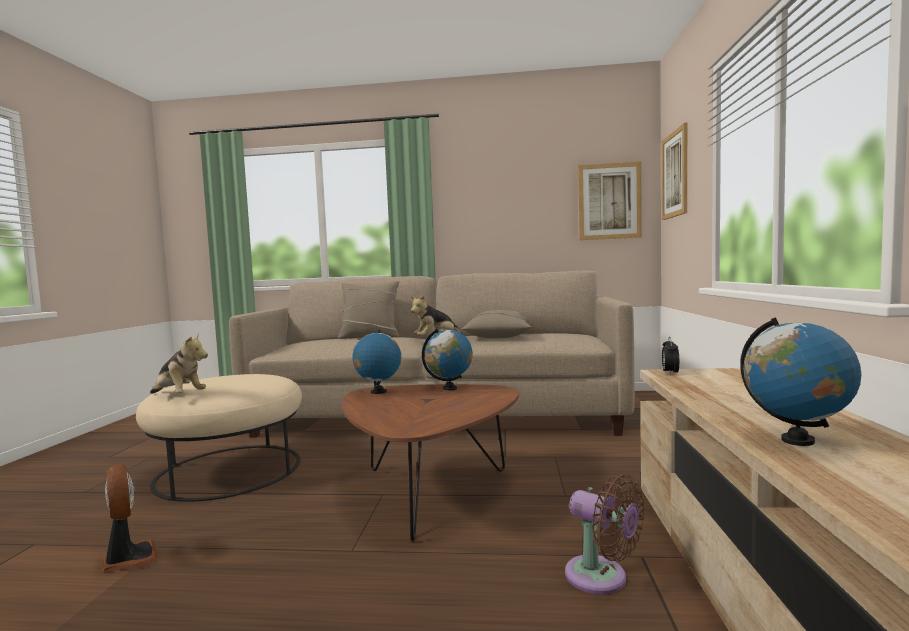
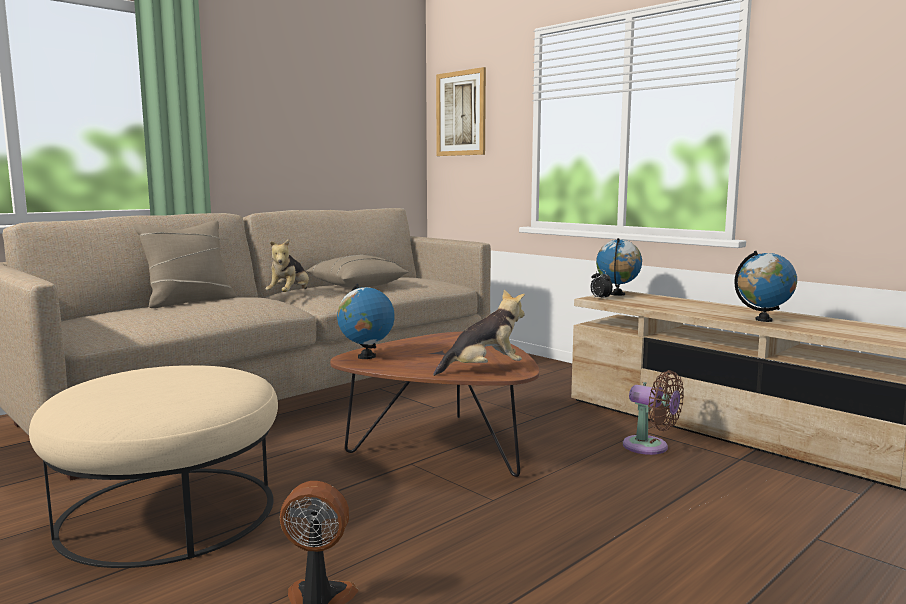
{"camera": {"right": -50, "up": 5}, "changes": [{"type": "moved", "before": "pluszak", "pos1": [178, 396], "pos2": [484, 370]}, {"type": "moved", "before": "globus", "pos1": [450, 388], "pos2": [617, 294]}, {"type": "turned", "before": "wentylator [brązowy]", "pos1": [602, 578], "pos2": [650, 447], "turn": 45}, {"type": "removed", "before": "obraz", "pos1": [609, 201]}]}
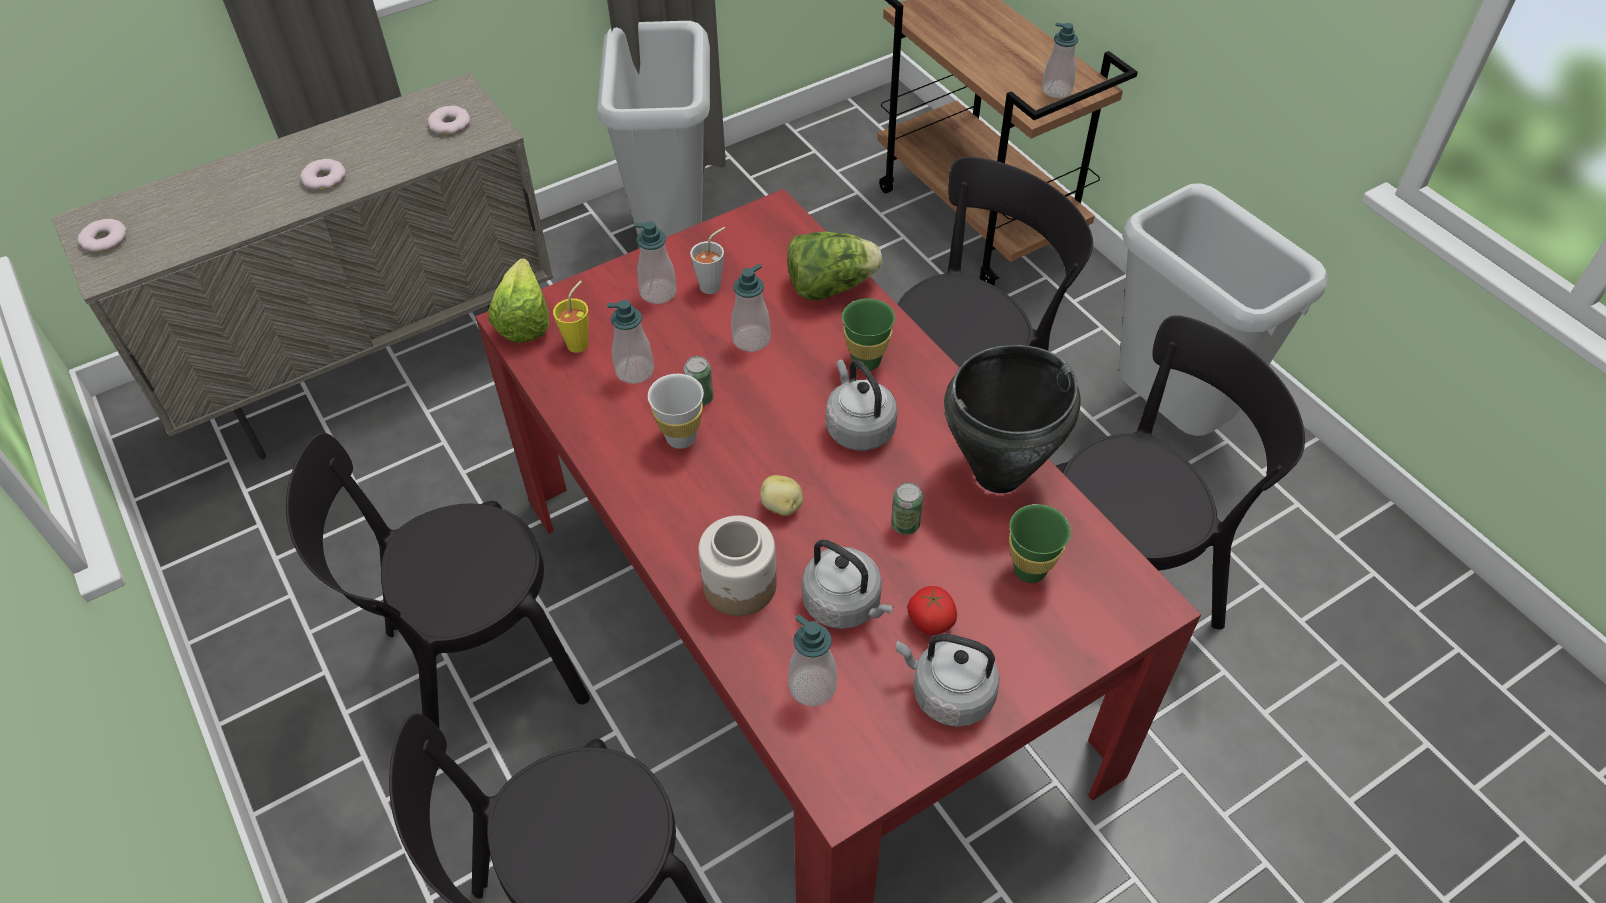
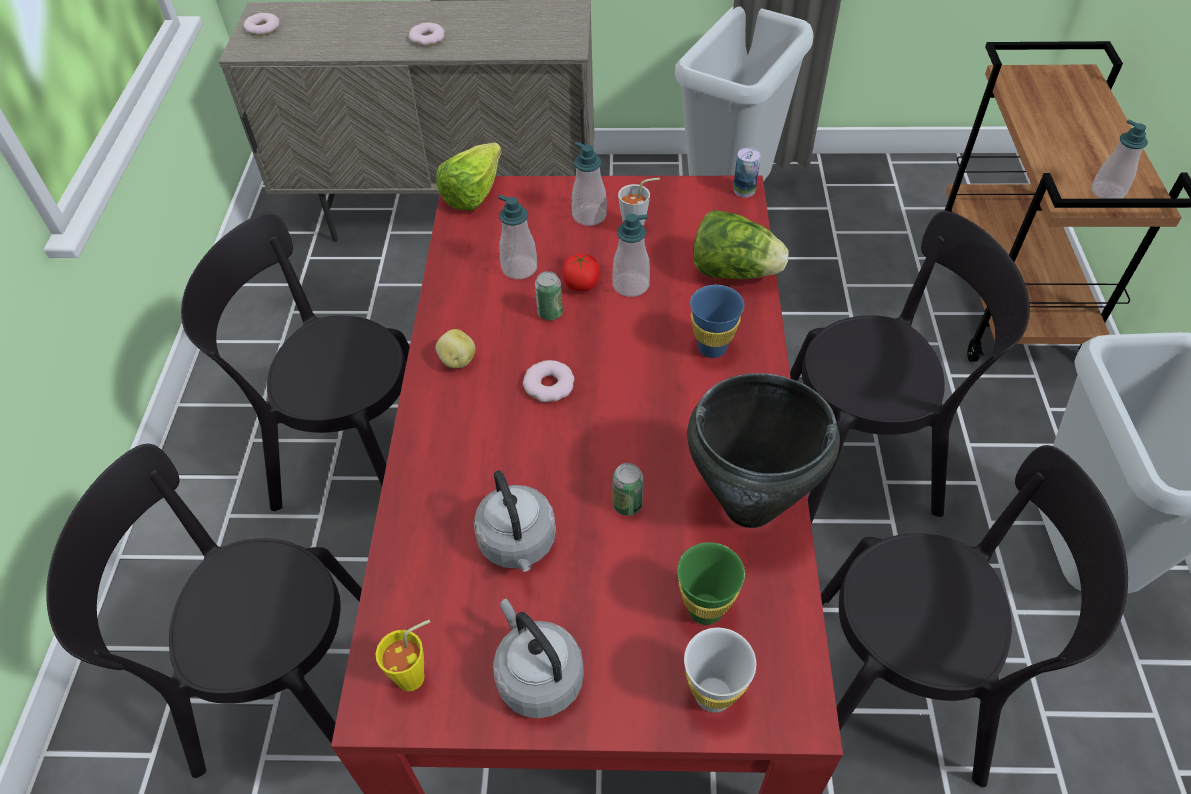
{"camera": {"right": 35, "up": 0}, "changes": [{"type": "moved", "before": "donut", "pos1": [450, 124], "pos2": [549, 385]}, {"type": "moved", "before": "filiżanka [żółty]", "pos1": [581, 341], "pos2": [417, 674]}, {"type": "moved", "before": "filiżanka [biały]", "pos1": [681, 438], "pos2": [713, 695]}, {"type": "removed", "before": "słoik", "pos1": [740, 586]}, {"type": "moved", "before": "ziemniak", "pos1": [781, 507], "pos2": [457, 360]}, {"type": "removed", "before": "dozownik mydła", "pos1": [812, 686]}, {"type": "removed", "before": "czajnik [szary]", "pos1": [858, 427]}, {"type": "recoloured", "before": "filiżanka [zielony]", "after": "filiżanka [niebieski]", "pos1": [866, 361], "pos2": [712, 348]}, {"type": "moved", "before": "pomidor", "pos1": [931, 621], "pos2": [581, 284]}, {"type": "added", "after": "puszka", "pos2": [744, 190]}]}
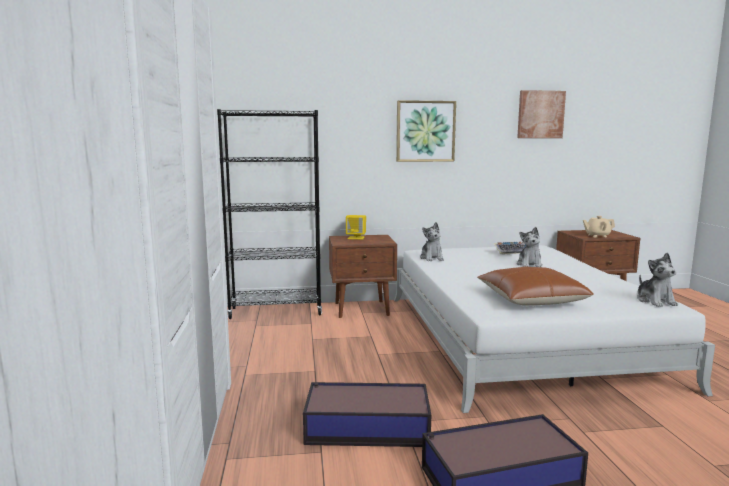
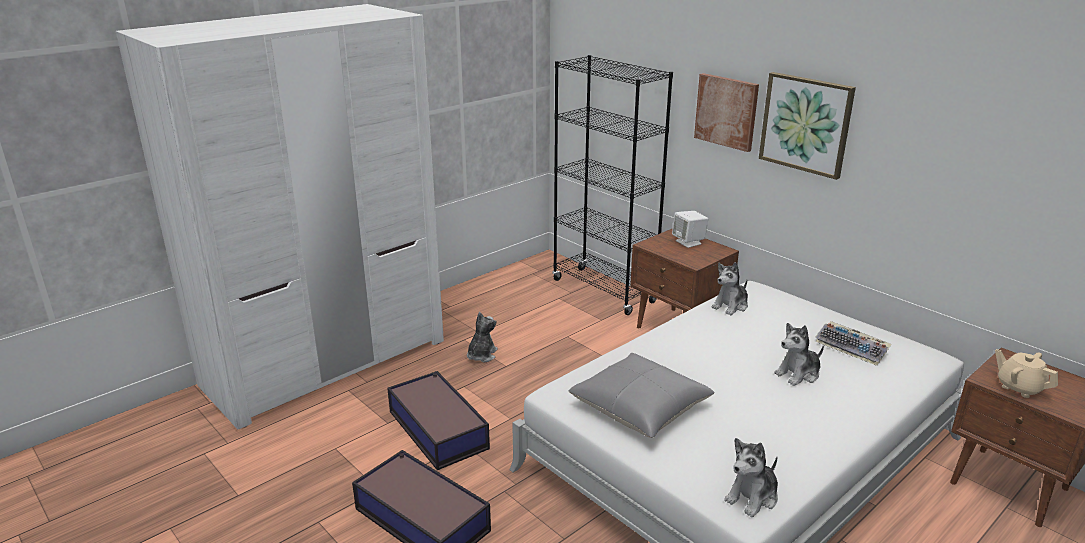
{"camera": {"right": 55, "up": 15}, "changes": [{"type": "recoloured", "before": "głośnik [żółty]", "after": "głośnik [biały]", "pos1": [356, 238], "pos2": [689, 242]}, {"type": "recoloured", "before": "poduszka [brązowy]", "after": "poduszka [szary]", "pos1": [531, 299], "pos2": [640, 407]}, {"type": "moved", "before": "obraz", "pos1": [540, 114], "pos2": [726, 111]}, {"type": "added", "after": "pluszak", "pos2": [481, 355]}]}
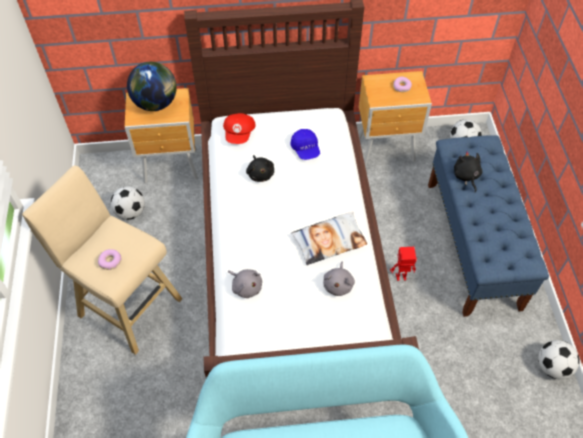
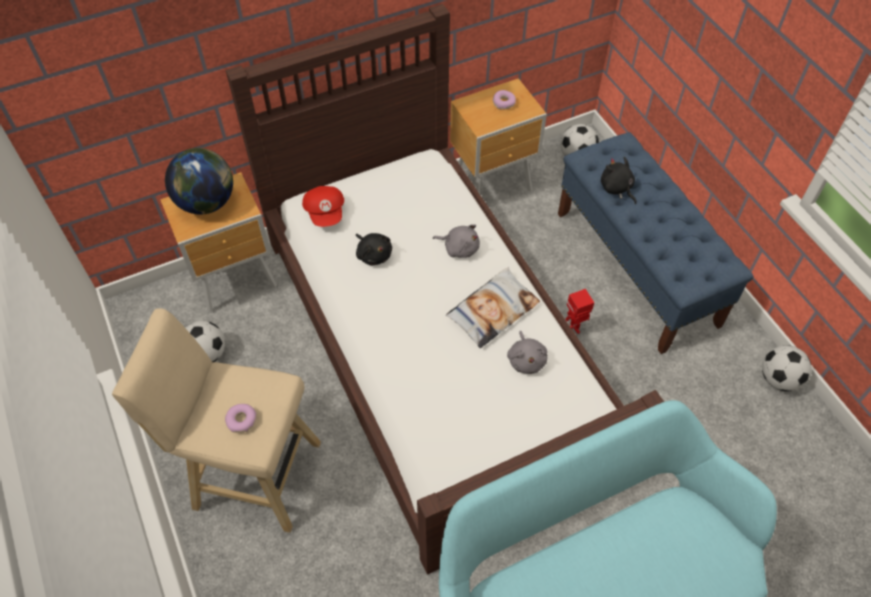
{"camera": {"right": -20, "up": 0}, "changes": [{"type": "moved", "before": "pluszak [szary]", "pos1": [246, 286], "pos2": [459, 248]}, {"type": "removed", "before": "czapka z daszkiem [niebieski]", "pos1": [305, 149]}]}
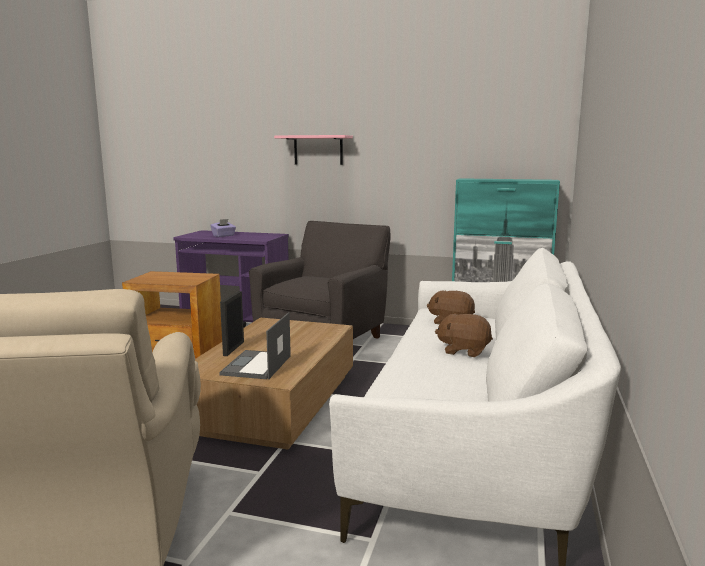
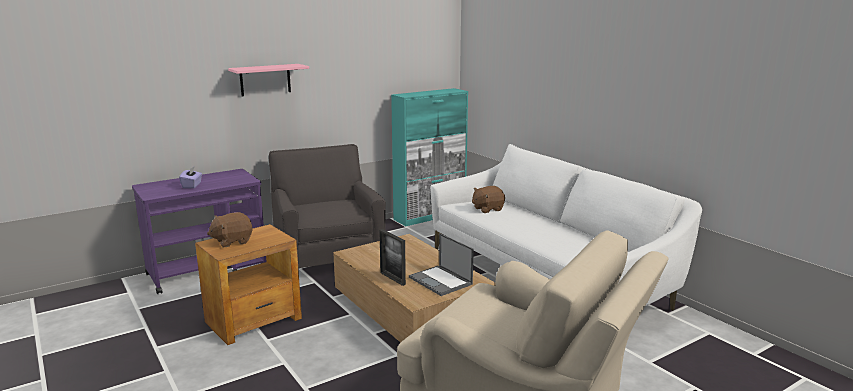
{"camera": {"right": -50, "up": 5}, "changes": [{"type": "moved", "before": "pluszak [brązowy]", "pos1": [464, 350], "pos2": [232, 241]}]}
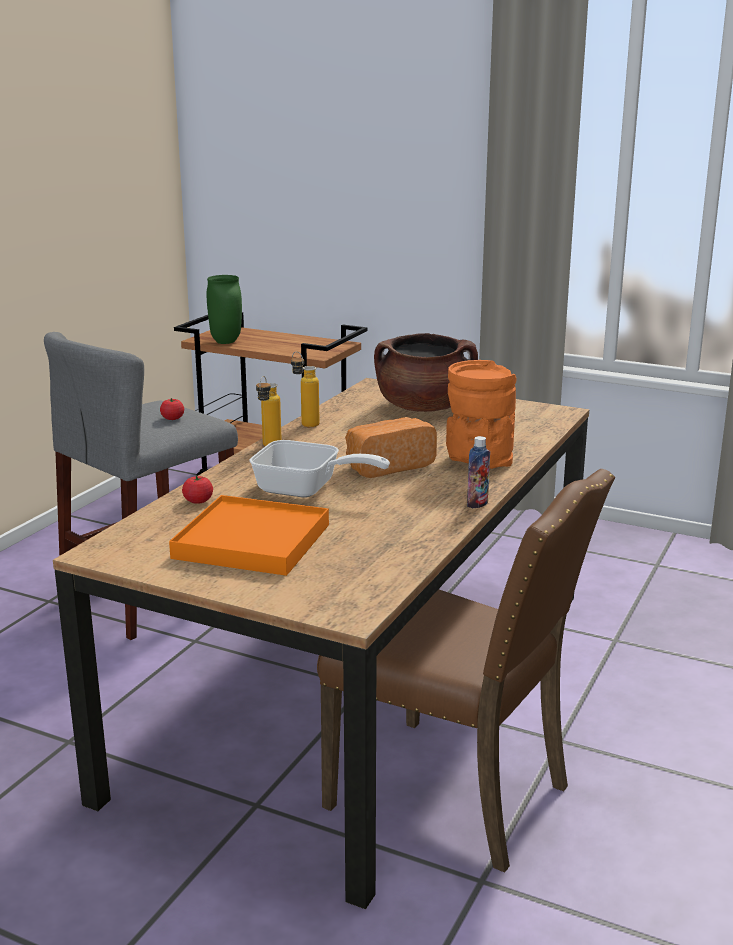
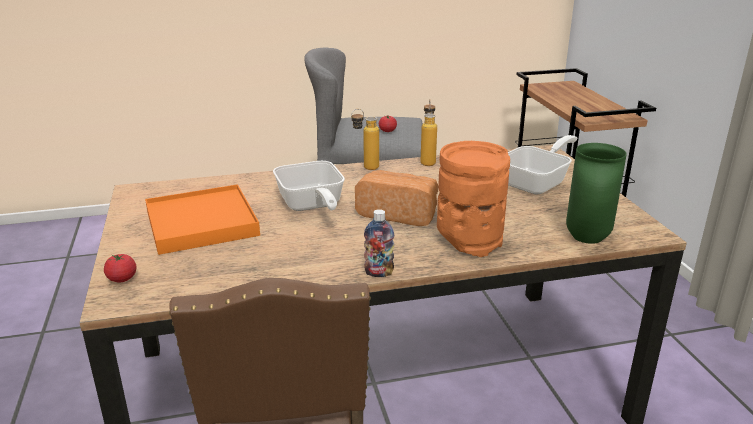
{"camera": {"right": 50, "up": 5}, "changes": [{"type": "moved", "before": "pomidor", "pos1": [198, 501], "pos2": [122, 279]}, {"type": "moved", "before": "wazon [zielony]", "pos1": [227, 342], "pos2": [588, 239]}, {"type": "replaced", "before": "garnek [brązowy]", "after": "patelnia", "pos1": [424, 408], "pos2": [537, 182]}]}
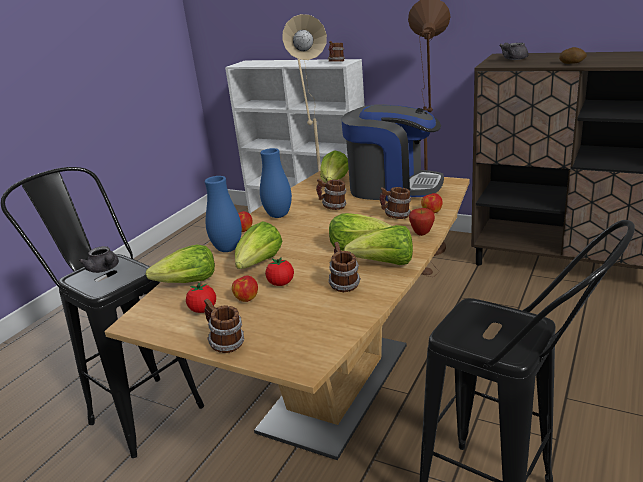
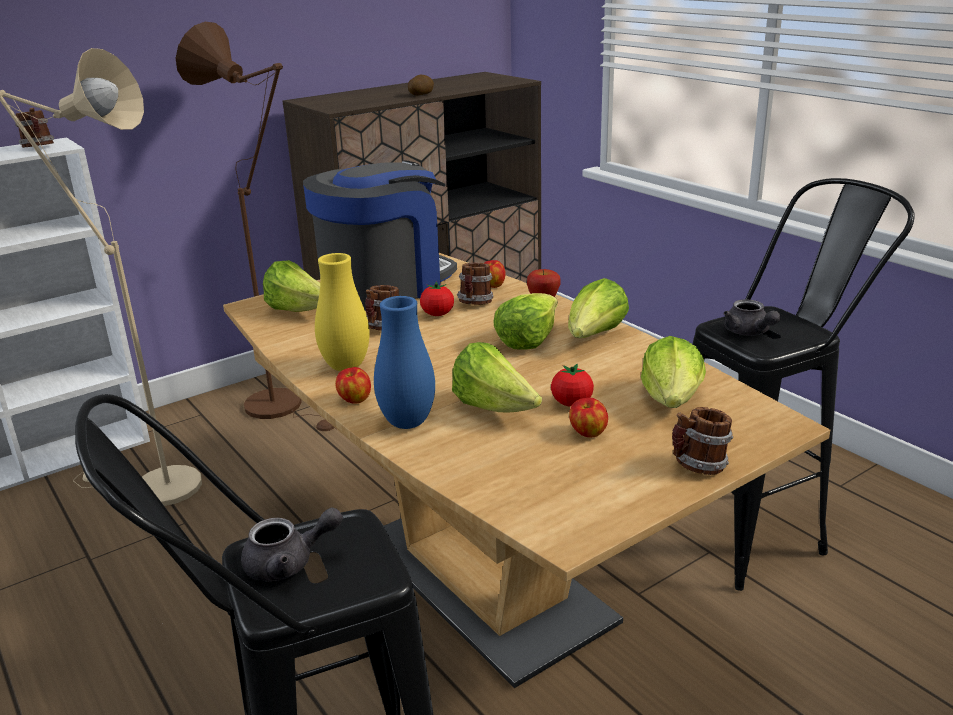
{"camera": {"right": -65, "up": 0}, "changes": [{"type": "moved", "before": "sałata", "pos1": [188, 283], "pos2": [672, 399]}, {"type": "moved", "before": "pomidor", "pos1": [203, 310], "pos2": [437, 314]}, {"type": "recoloured", "before": "wazon [niebieski]", "after": "wazon [żółty]", "pos1": [278, 215], "pos2": [346, 367]}, {"type": "removed", "before": "kubek", "pos1": [343, 284]}, {"type": "moved", "before": "imbryk [szary]", "pos1": [513, 59], "pos2": [749, 332]}]}
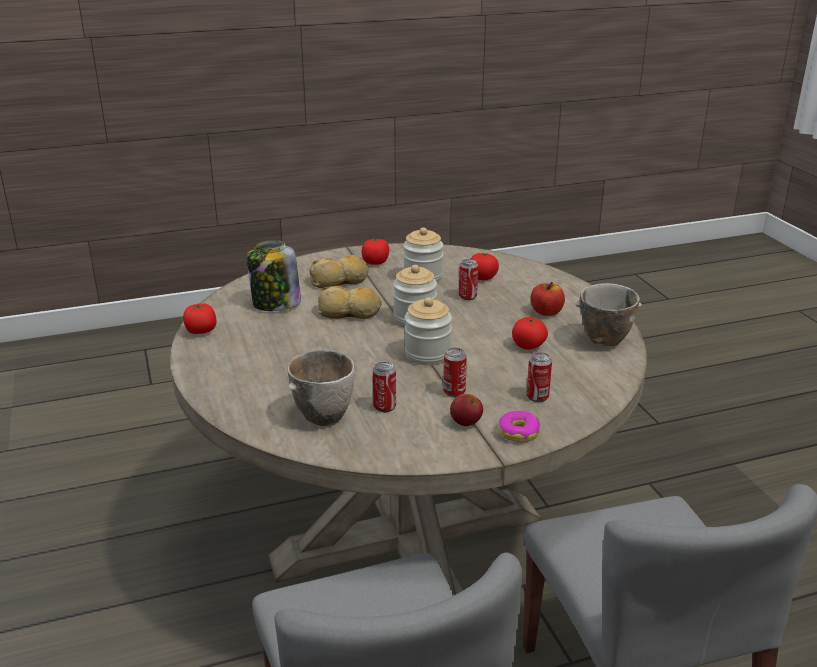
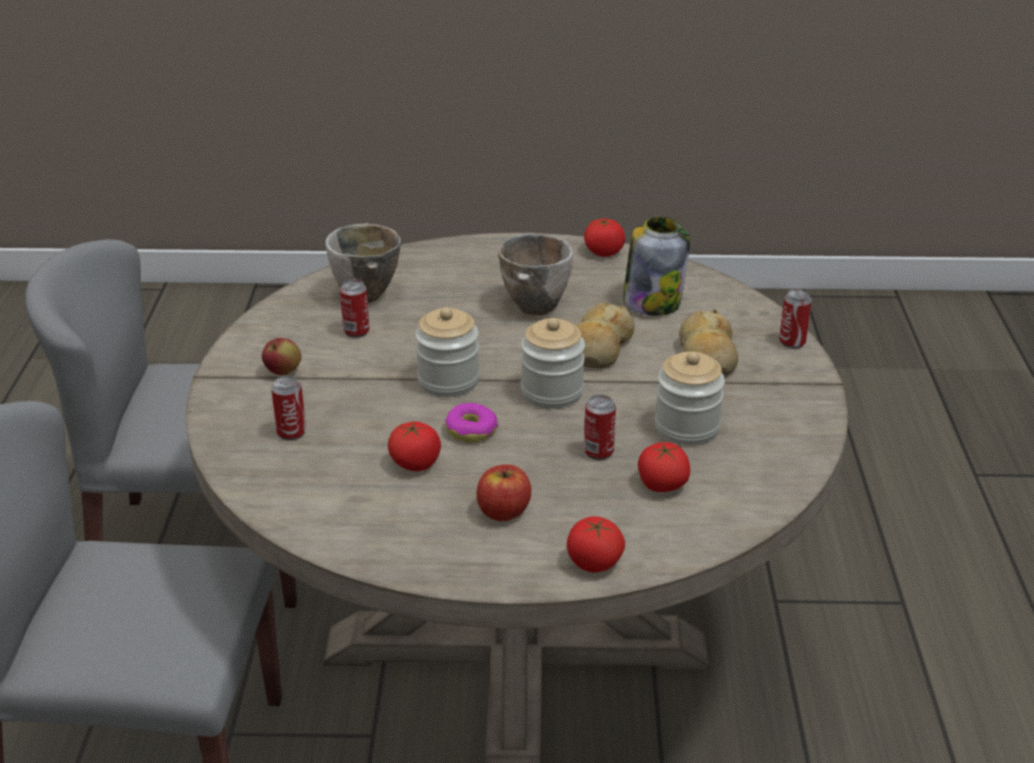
{"camera": {"right": 110, "up": 5}, "changes": [{"type": "moved", "before": "pomidor", "pos1": [375, 262], "pos2": [594, 562]}, {"type": "moved", "before": "puszka", "pos1": [454, 392], "pos2": [792, 342]}, {"type": "moved", "before": "donut", "pos1": [518, 432], "pos2": [471, 430]}, {"type": "moved", "before": "miska", "pos1": [602, 341], "pos2": [537, 306]}]}
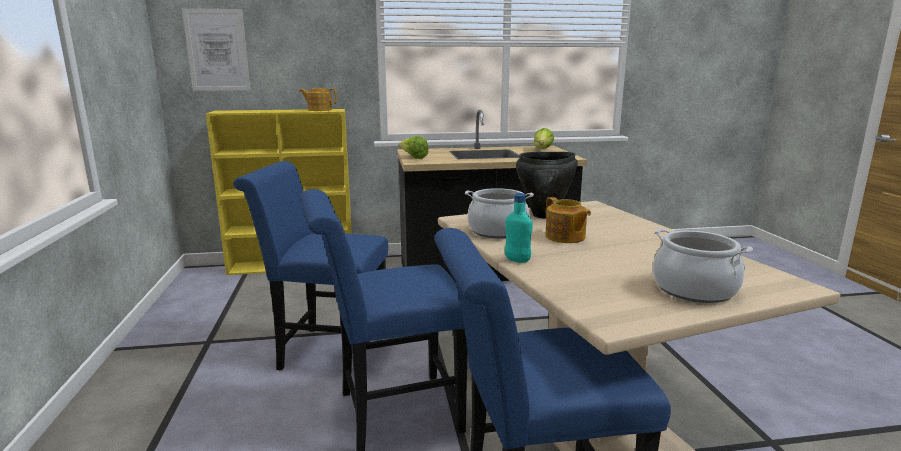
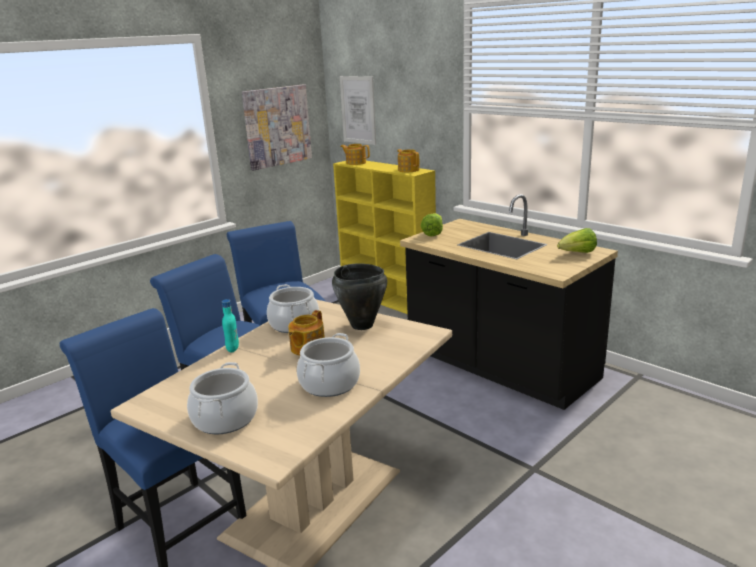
{"camera": {"right": 55, "up": 5}, "changes": [{"type": "added", "after": "obraz", "pos2": [277, 126]}, {"type": "added", "after": "garnek", "pos2": [329, 384]}, {"type": "added", "after": "imbryk", "pos2": [355, 163]}]}
